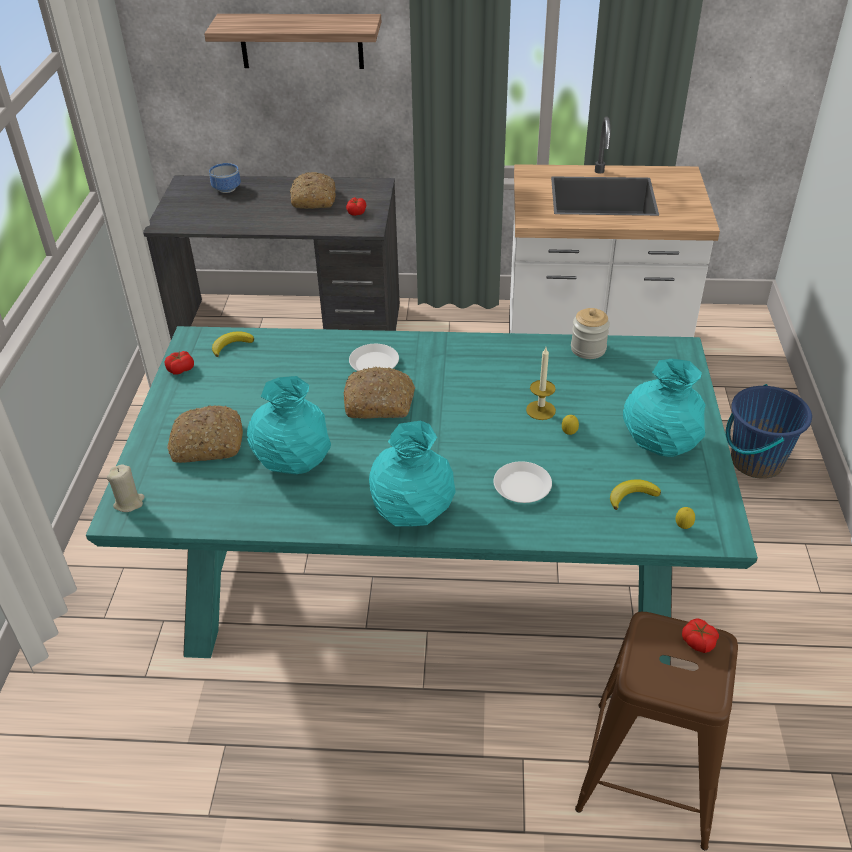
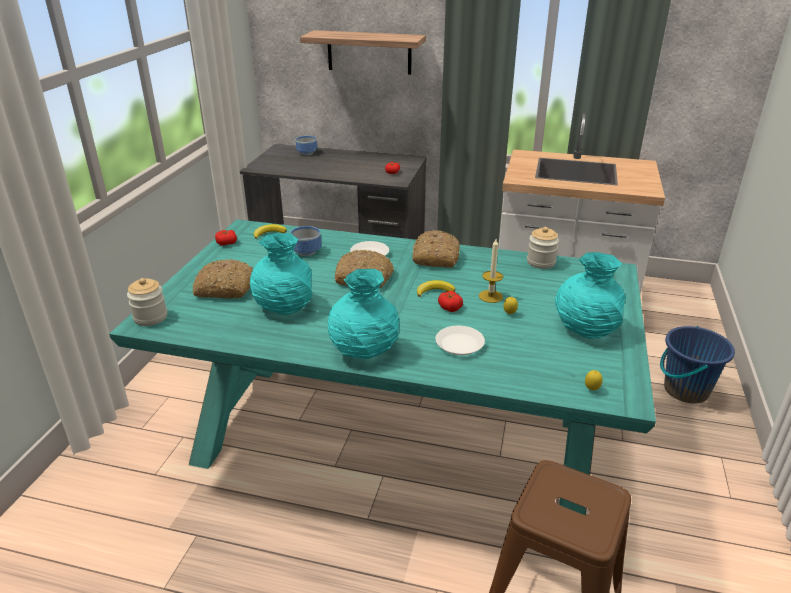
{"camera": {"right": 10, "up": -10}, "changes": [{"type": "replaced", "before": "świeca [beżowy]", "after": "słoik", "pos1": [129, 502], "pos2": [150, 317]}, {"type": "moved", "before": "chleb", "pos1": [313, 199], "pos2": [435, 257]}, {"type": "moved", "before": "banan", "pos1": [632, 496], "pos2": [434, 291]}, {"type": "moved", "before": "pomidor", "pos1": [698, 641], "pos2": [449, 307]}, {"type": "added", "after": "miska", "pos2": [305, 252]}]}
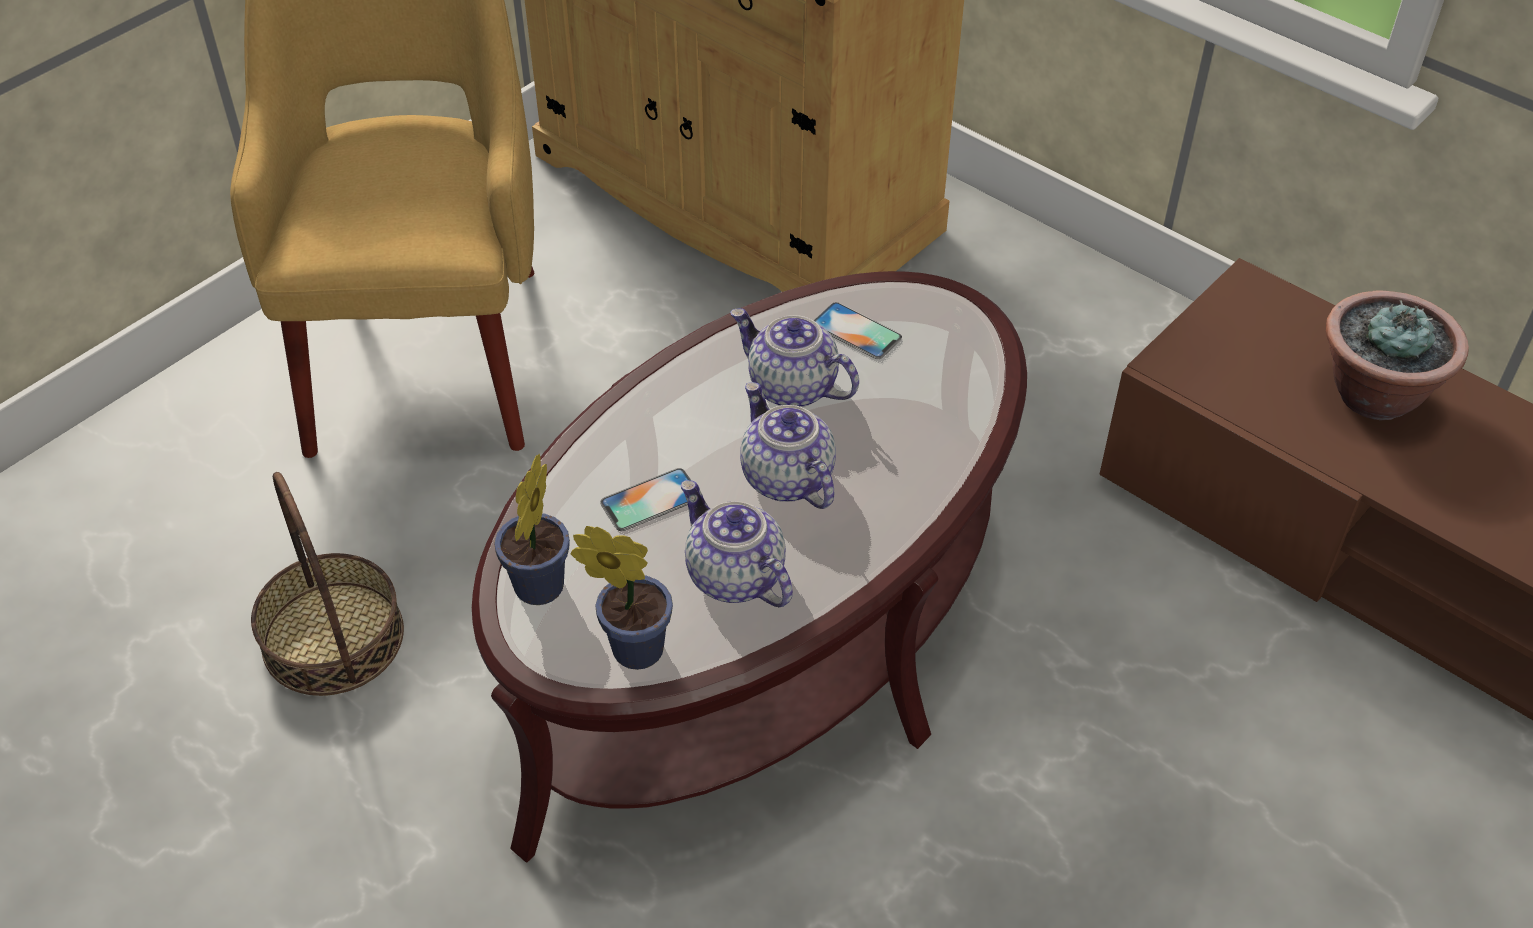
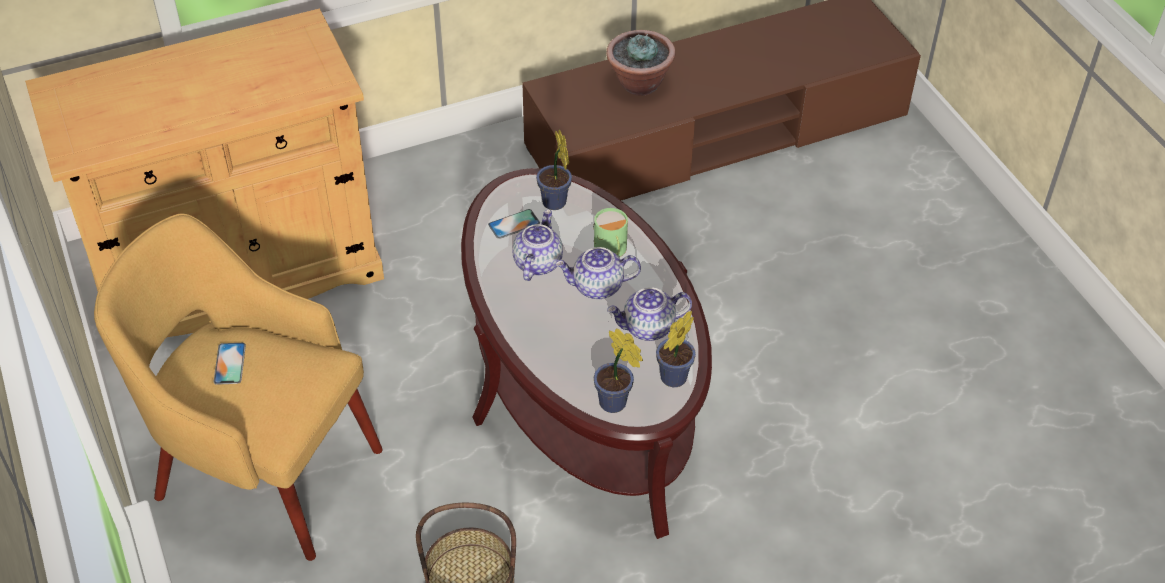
{"camera": {"right": -65, "up": 0}, "changes": [{"type": "moved", "before": "telefon", "pos1": [650, 500], "pos2": [229, 363]}, {"type": "turned", "before": "imbryk", "pos1": [791, 387], "pos2": [537, 263], "turn": 135}, {"type": "added", "after": "roślina doniczkowa", "pos2": [555, 204]}, {"type": "added", "after": "kubek [zielony]", "pos2": [611, 250]}]}
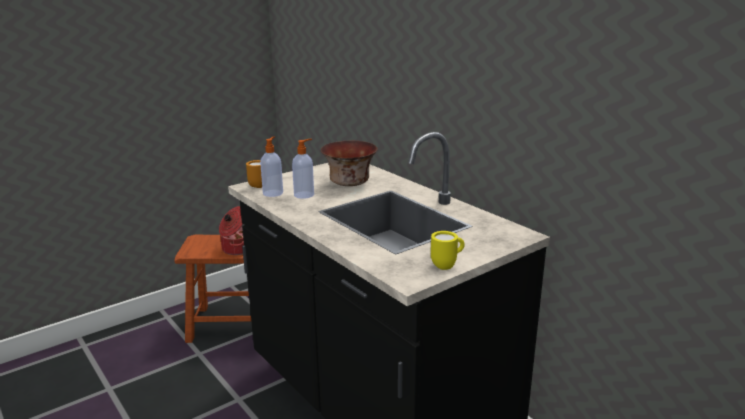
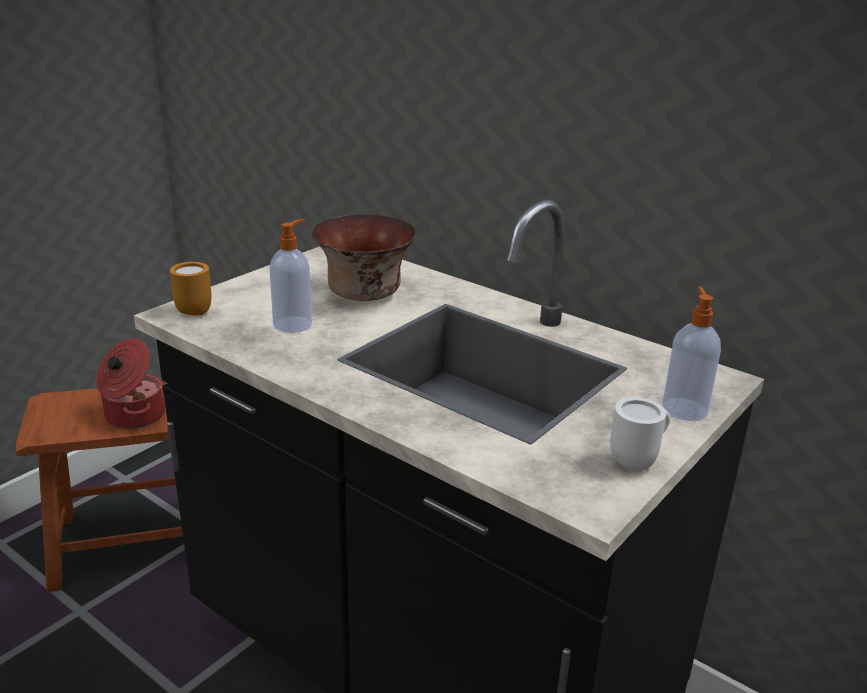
{"camera": {"right": -15, "up": 5}, "changes": [{"type": "moved", "before": "dozownik mydła", "pos1": [273, 193], "pos2": [684, 408]}, {"type": "recoloured", "before": "kubek [żółty]", "after": "kubek [biały]", "pos1": [447, 266], "pos2": [637, 461]}]}
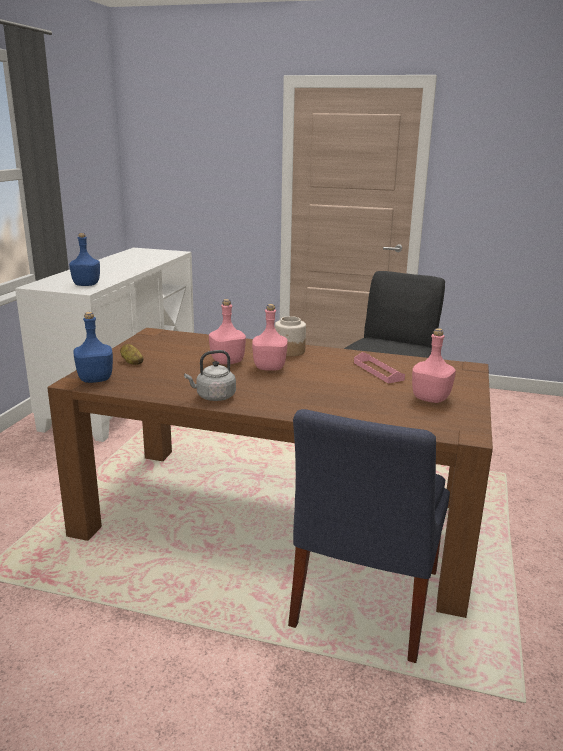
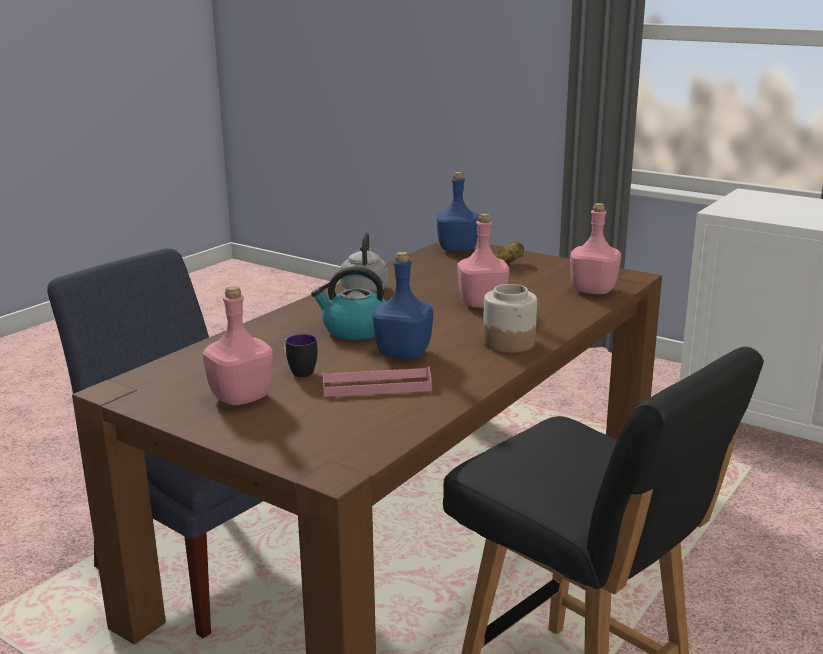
{"camera": {"right": 110, "up": 0}, "changes": [{"type": "moved", "before": "butelka [niebieski]", "pos1": [86, 284], "pos2": [403, 353]}, {"type": "moved", "before": "butelka [różowy]", "pos1": [269, 368], "pos2": [592, 290]}, {"type": "added", "after": "kubek", "pos2": [299, 372]}, {"type": "added", "after": "czajnik", "pos2": [355, 330]}]}
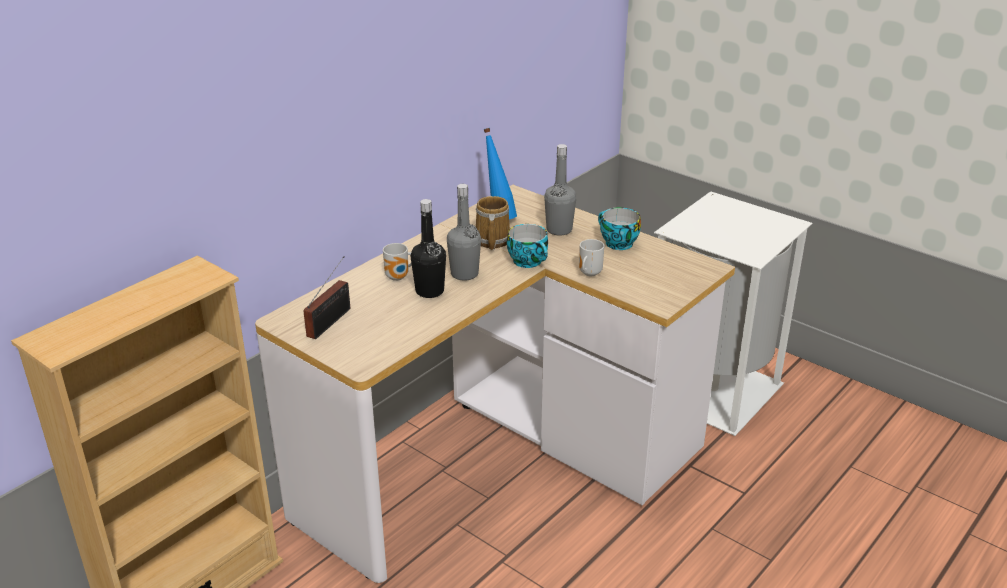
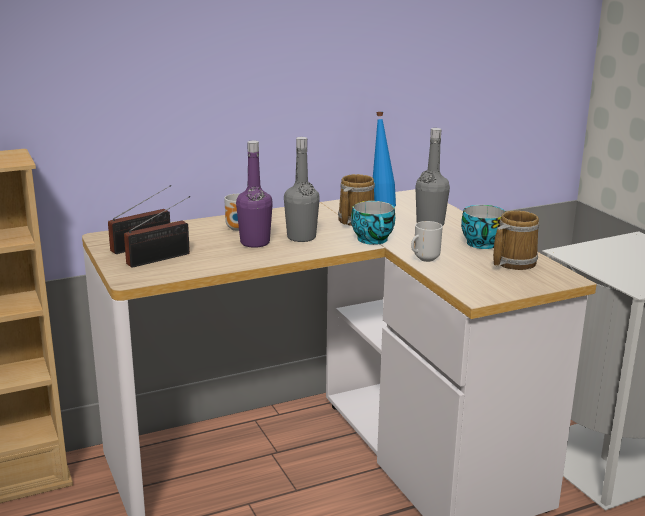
{"camera": {"right": 25, "up": -10}, "changes": [{"type": "recoloured", "before": "butelka [czarny]", "after": "butelka [fioletowy]", "pos1": [429, 291], "pos2": [255, 243]}, {"type": "added", "after": "radio", "pos2": [162, 258]}, {"type": "added", "after": "kubek", "pos2": [512, 262]}]}
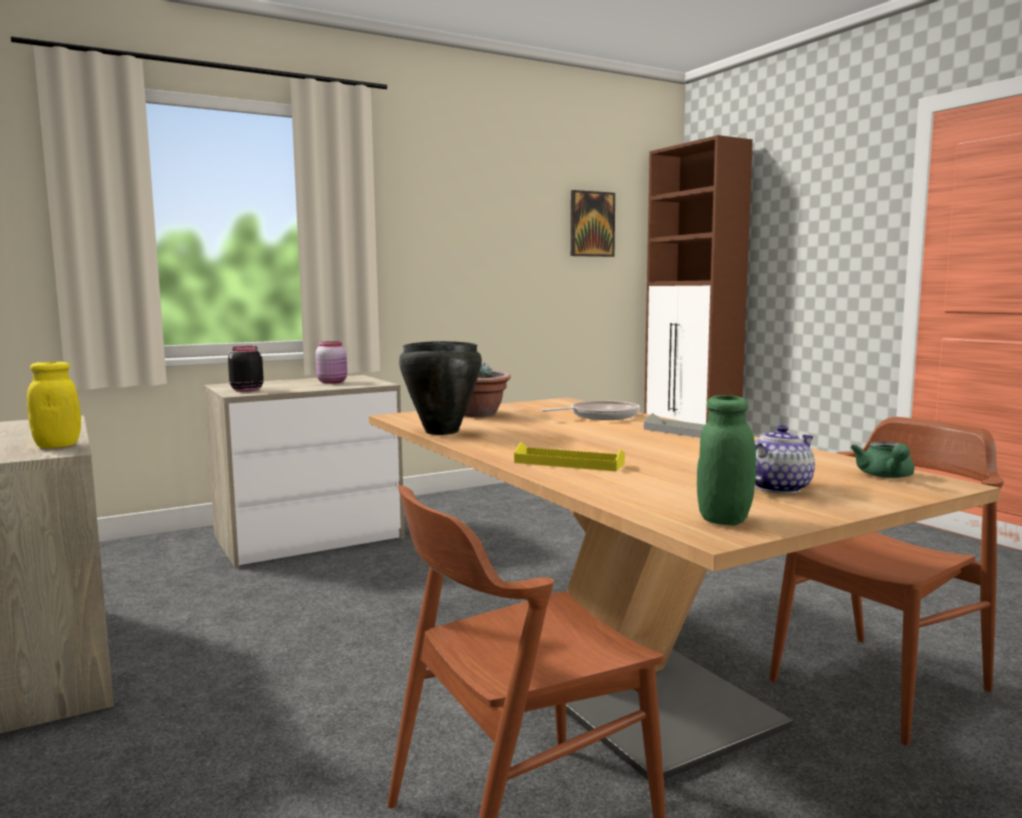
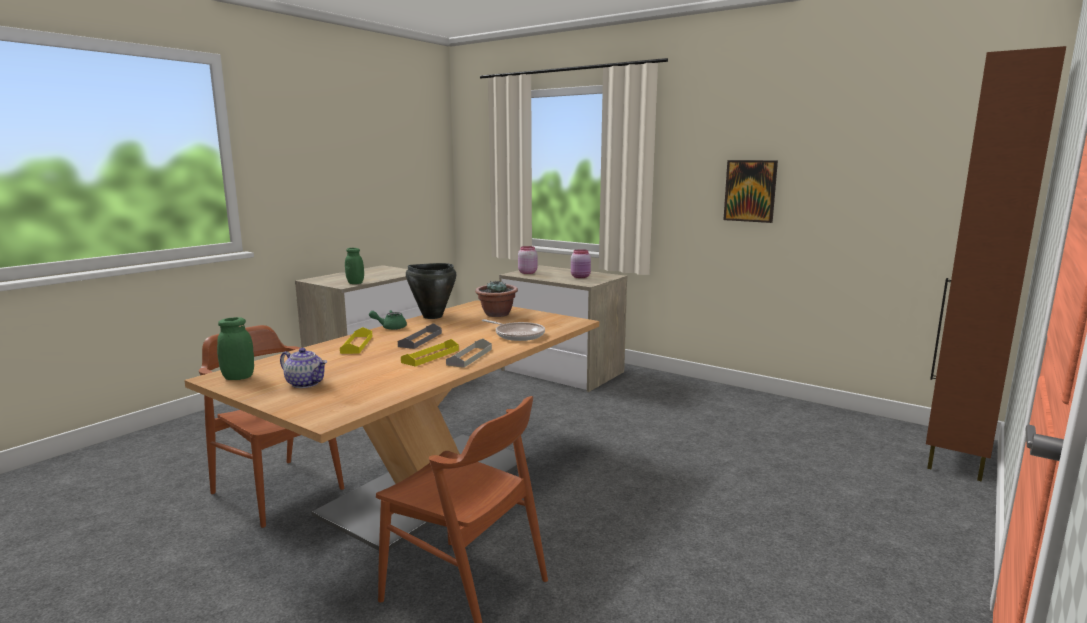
{"camera": {"right": 65, "up": 5}, "changes": [{"type": "recoloured", "before": "słoik [żółty]", "after": "słoik [zielony]", "pos1": [57, 445], "pos2": [355, 283]}, {"type": "recoloured", "before": "słoik [czarny]", "after": "słoik [różowy]", "pos1": [246, 390], "pos2": [527, 272]}, {"type": "moved", "before": "obraz", "pos1": [591, 224], "pos2": [750, 191]}, {"type": "moved", "before": "imbryk [zielony]", "pos1": [886, 476], "pos2": [390, 327]}, {"type": "added", "after": "taca [szary]", "pos2": [420, 340]}, {"type": "added", "after": "taca [żółty]", "pos2": [430, 356]}]}
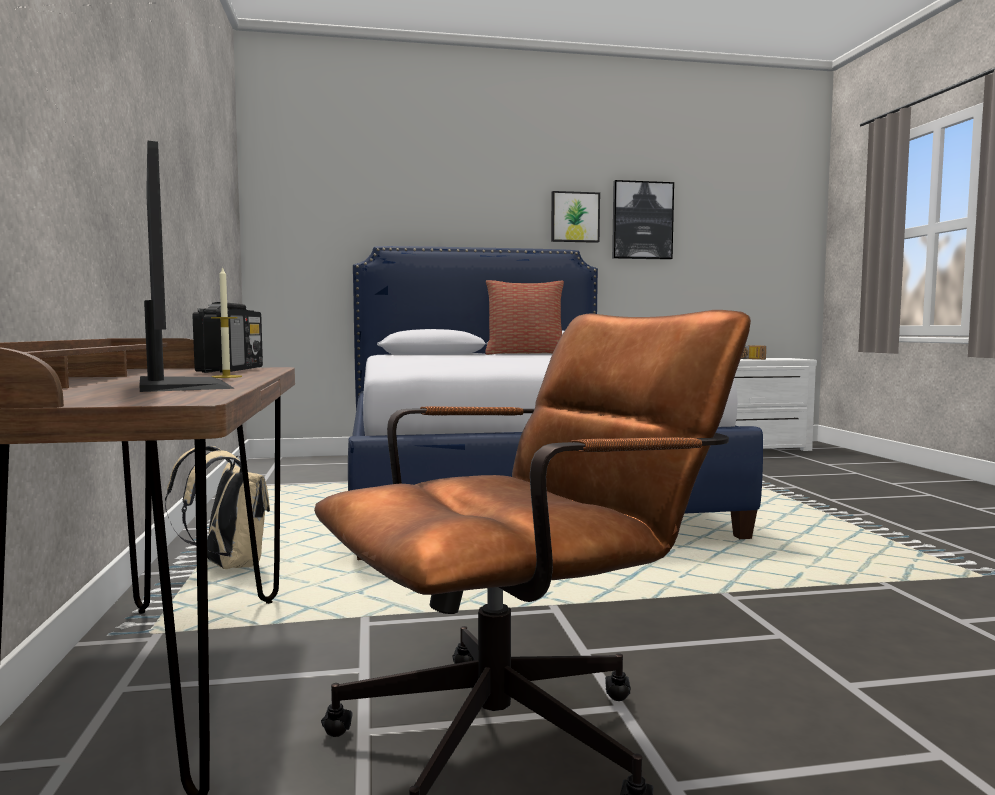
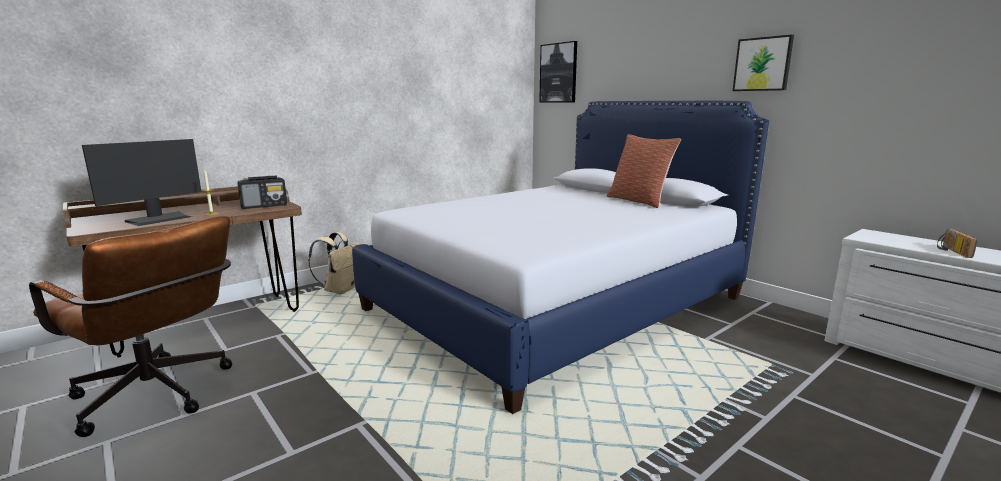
{"camera": {"right": 60, "up": 10}, "changes": [{"type": "moved", "before": "obraz", "pos1": [642, 220], "pos2": [558, 73]}]}
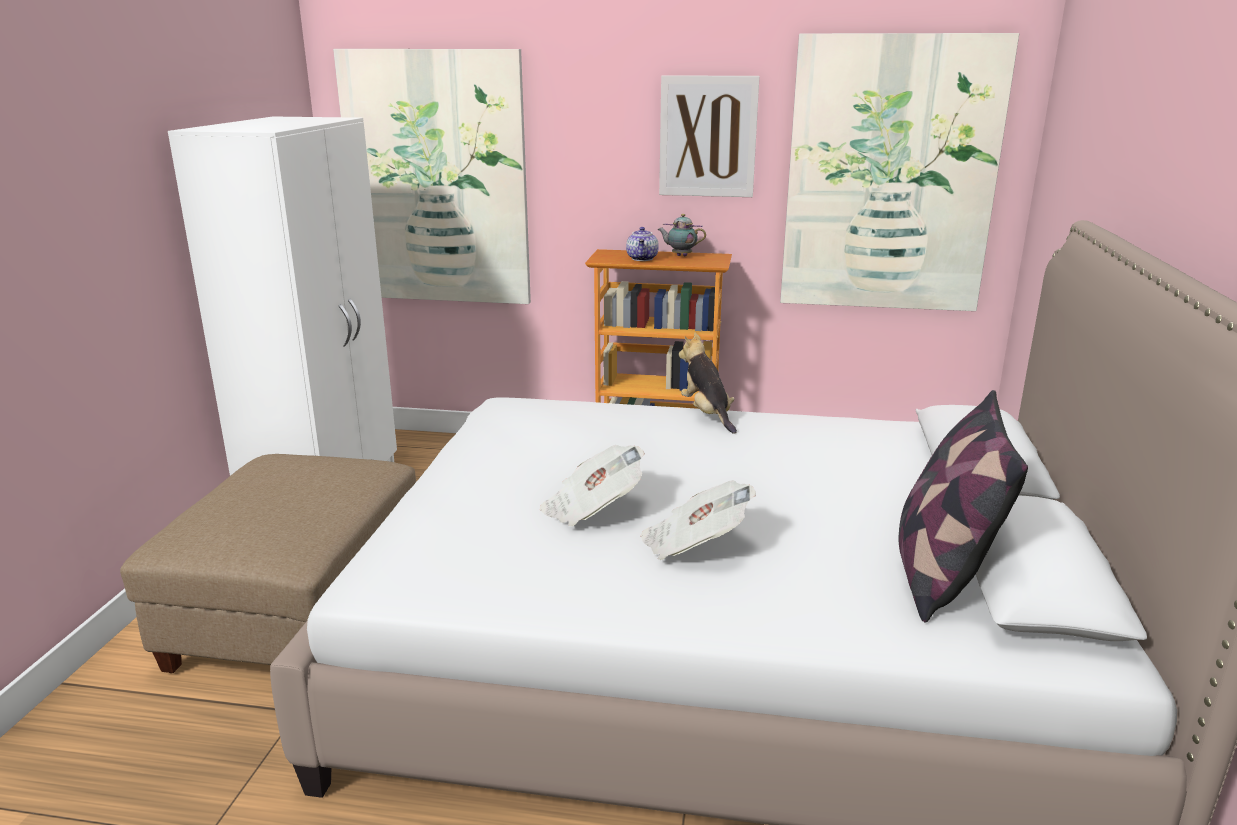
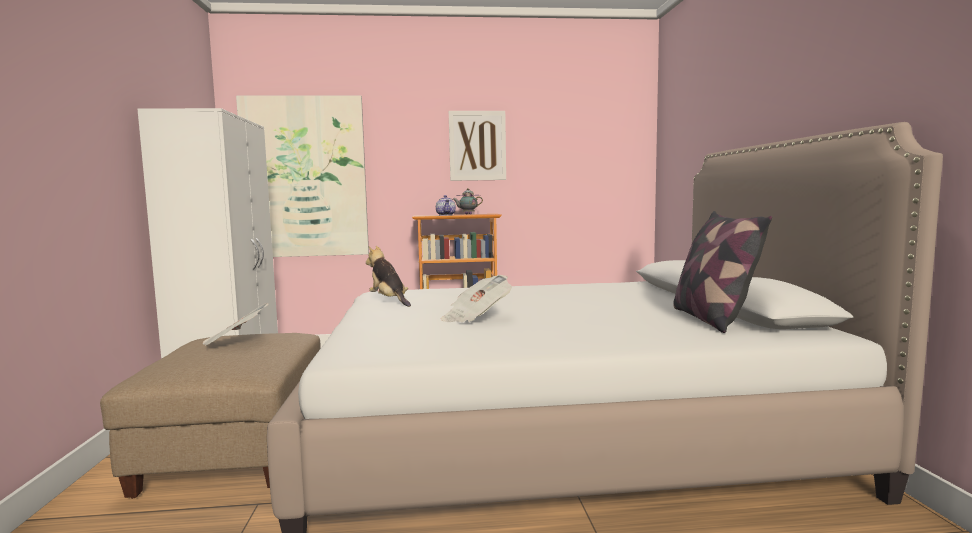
{"camera": {"right": -15, "up": -15}, "changes": [{"type": "moved", "before": "gazeta", "pos1": [694, 545], "pos2": [235, 342]}, {"type": "moved", "before": "pluszak", "pos1": [707, 414], "pos2": [389, 301]}, {"type": "removed", "before": "obraz", "pos1": [890, 176]}]}
